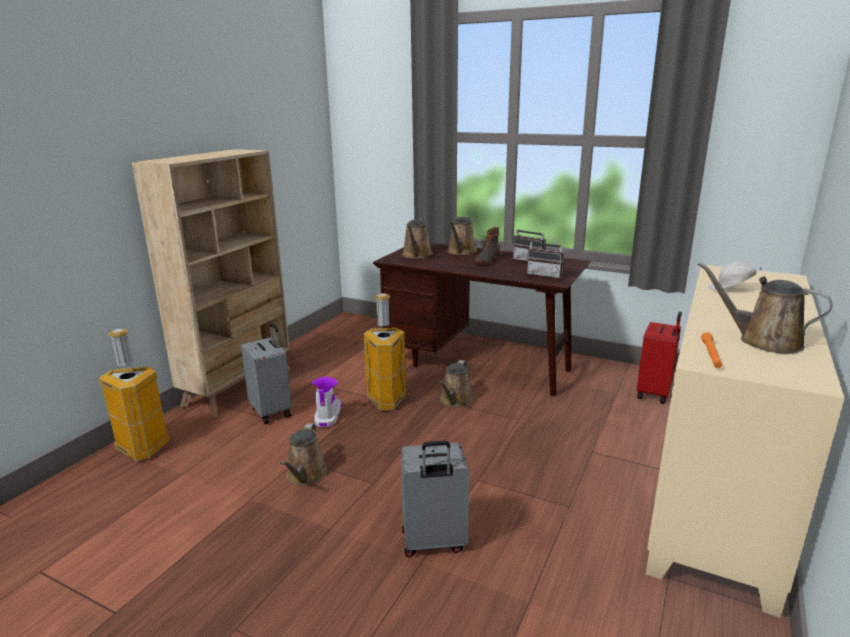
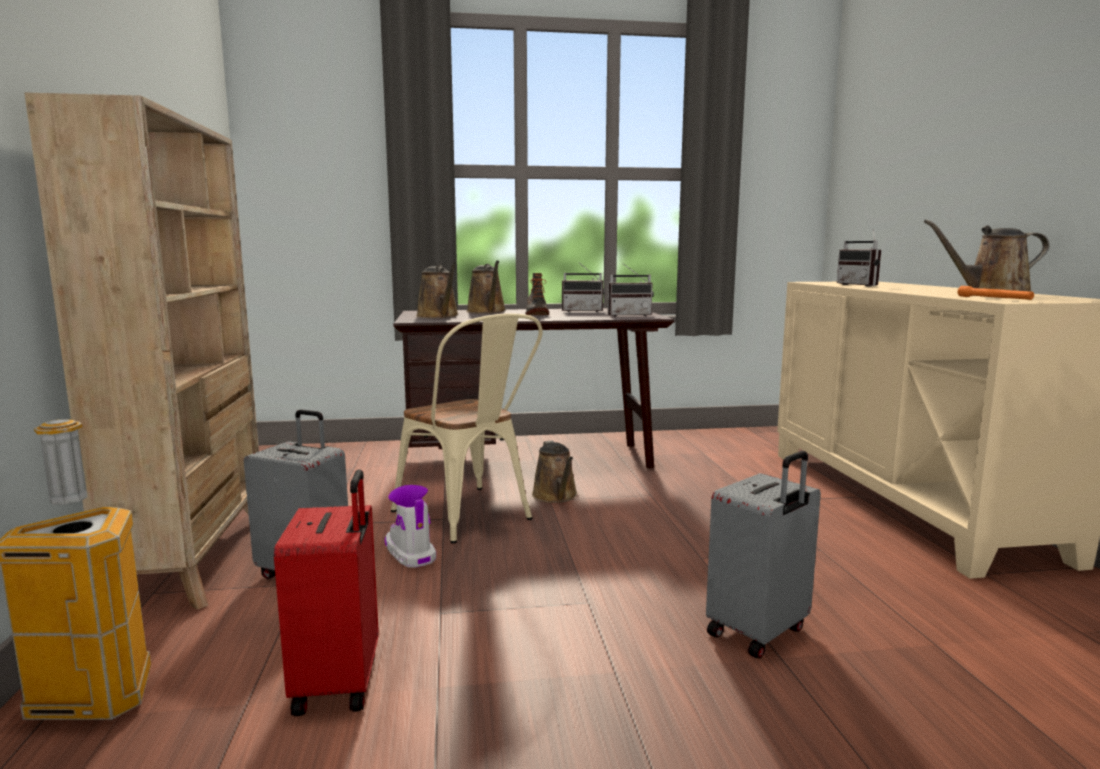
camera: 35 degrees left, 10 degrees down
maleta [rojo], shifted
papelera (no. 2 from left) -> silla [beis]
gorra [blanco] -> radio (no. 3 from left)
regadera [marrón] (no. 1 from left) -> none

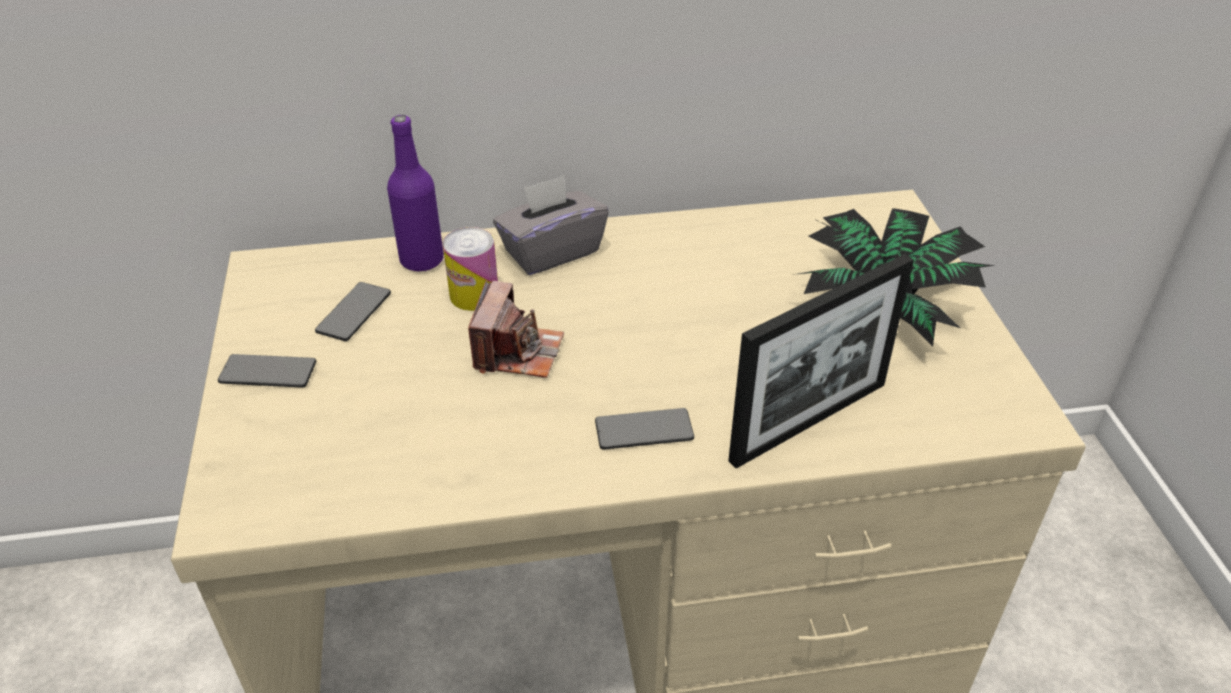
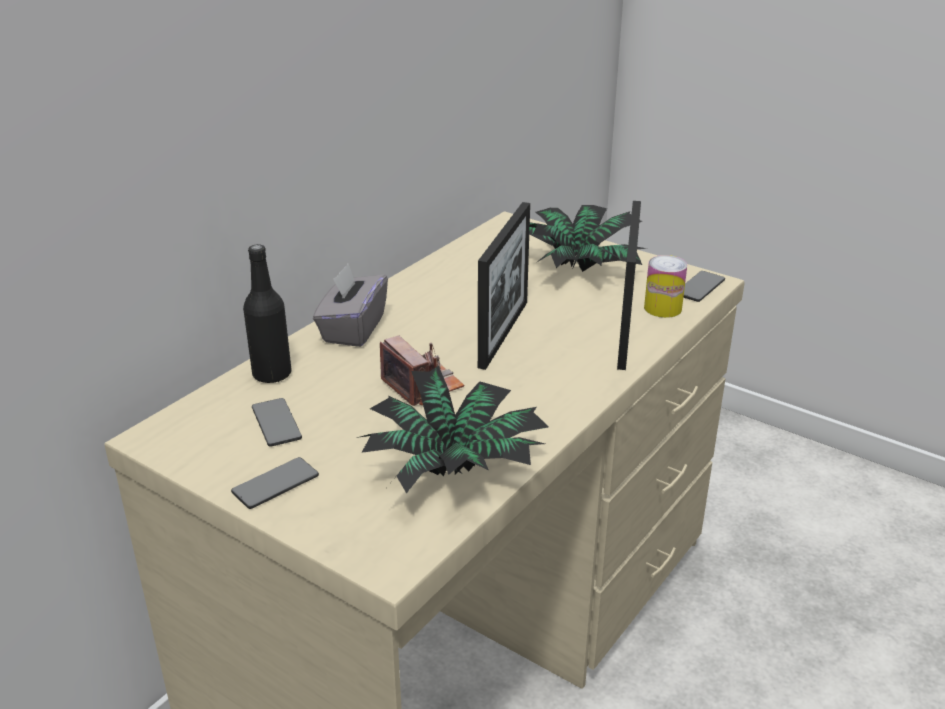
camera: 45 degrees left, 10 degrees down
botella [morado] -> botella [negro]
none -> planta en maceta (no. 1 from left)
none -> portarretratos (no. 1 from left)
lata, shifted
móvil (no. 3 from left), shifted

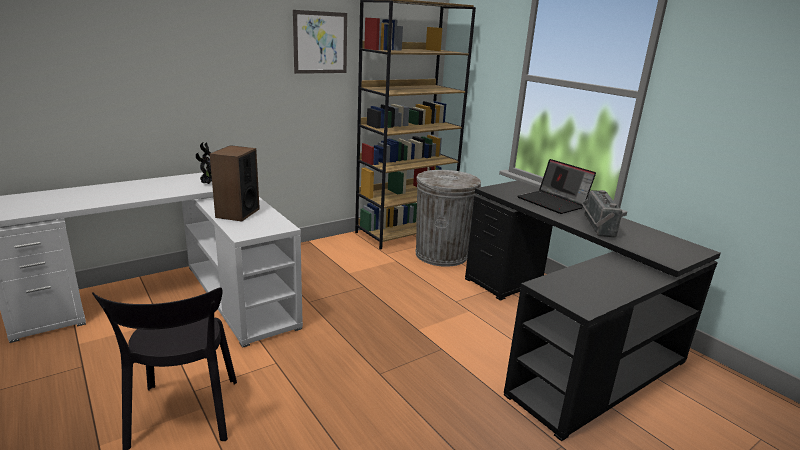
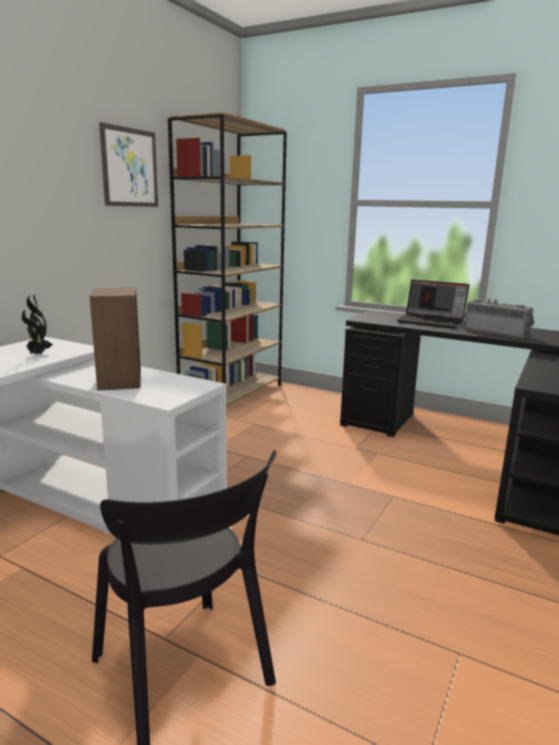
camera: 25 degrees left, 5 degrees down
radio, 150 degrees clockwise
papelera [gris] -> none

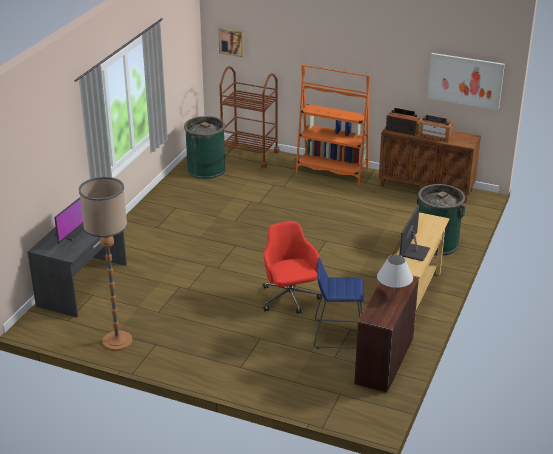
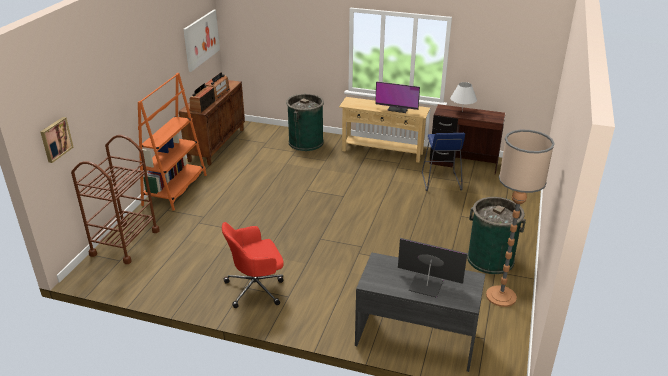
camera: 95 degrees left, 0 degrees up
silla de oficina [rojo], shifted
papelera [verde] (no. 1 from left in the first image) -> papelera [verde] (no. 2 from left), shifted

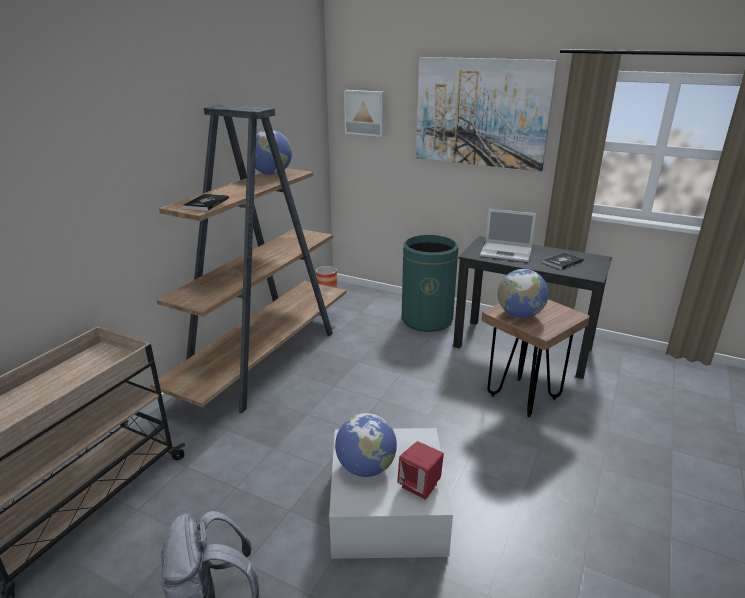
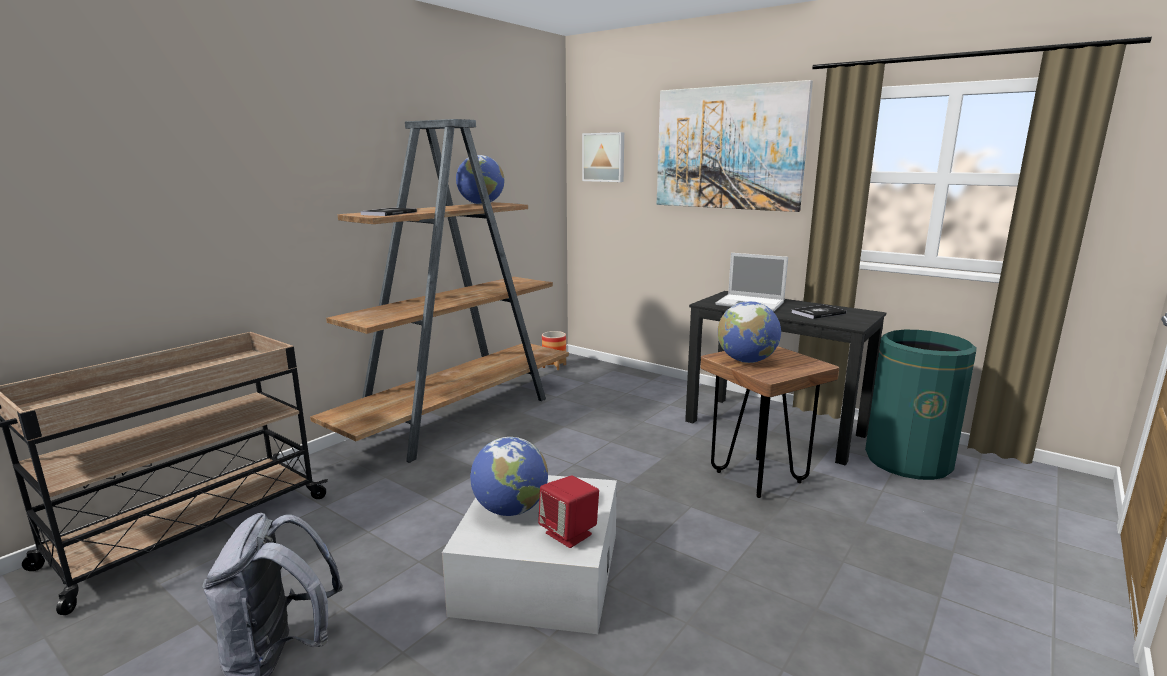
camera: 10 degrees right, 10 degrees down
papelera [verde], shifted

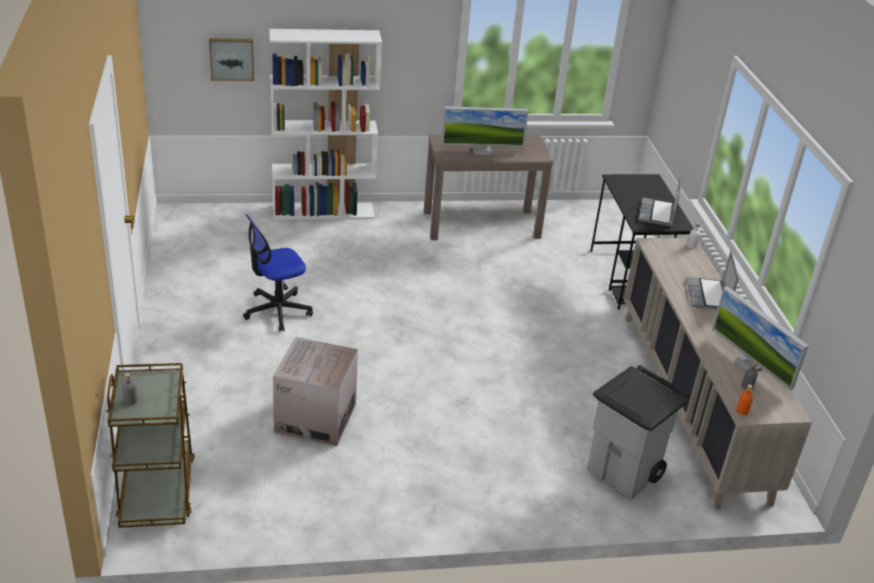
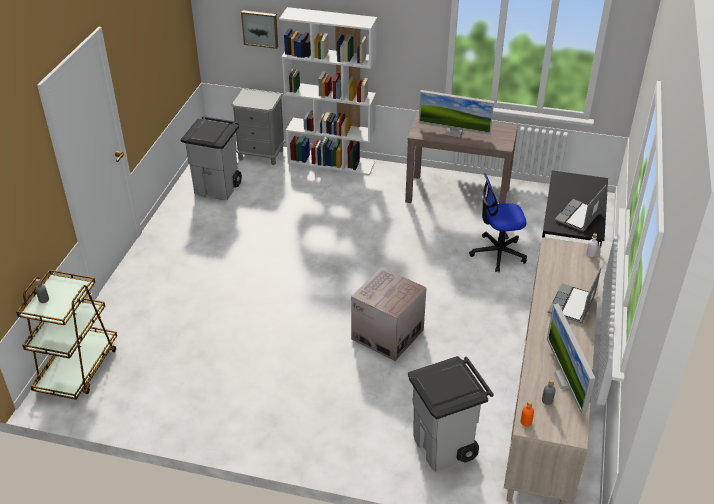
camera: 25 degrees right, 5 degrees up
none -> papelera [gris] (no. 1 from left)
none -> mesita de noche [gris]
caja de cartón, shifted
silla de oficina, shifted

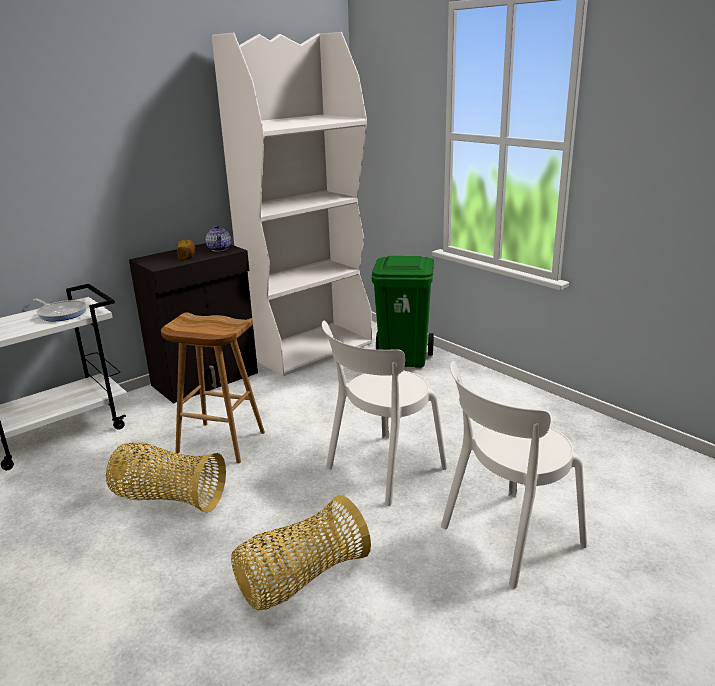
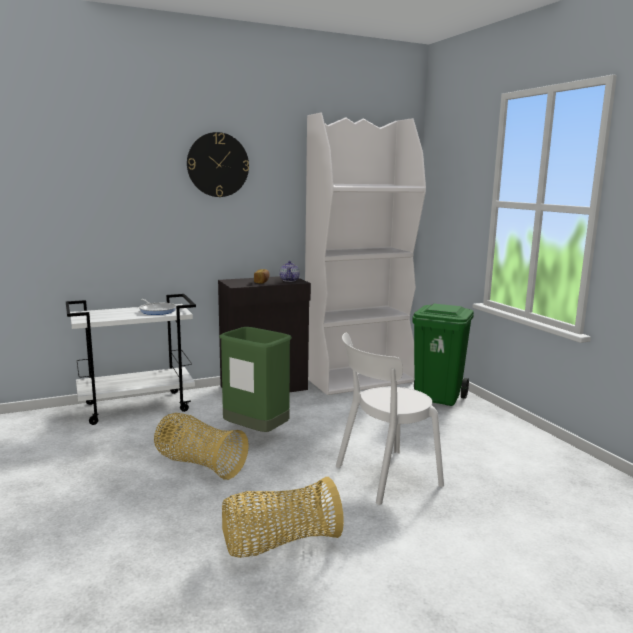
camera: 15 degrees right, 10 degrees down
none -> reloj de pared
taburete [marrón] -> papelera [verde] (no. 1 from left)
silla [blanco] (no. 2 from left) -> none

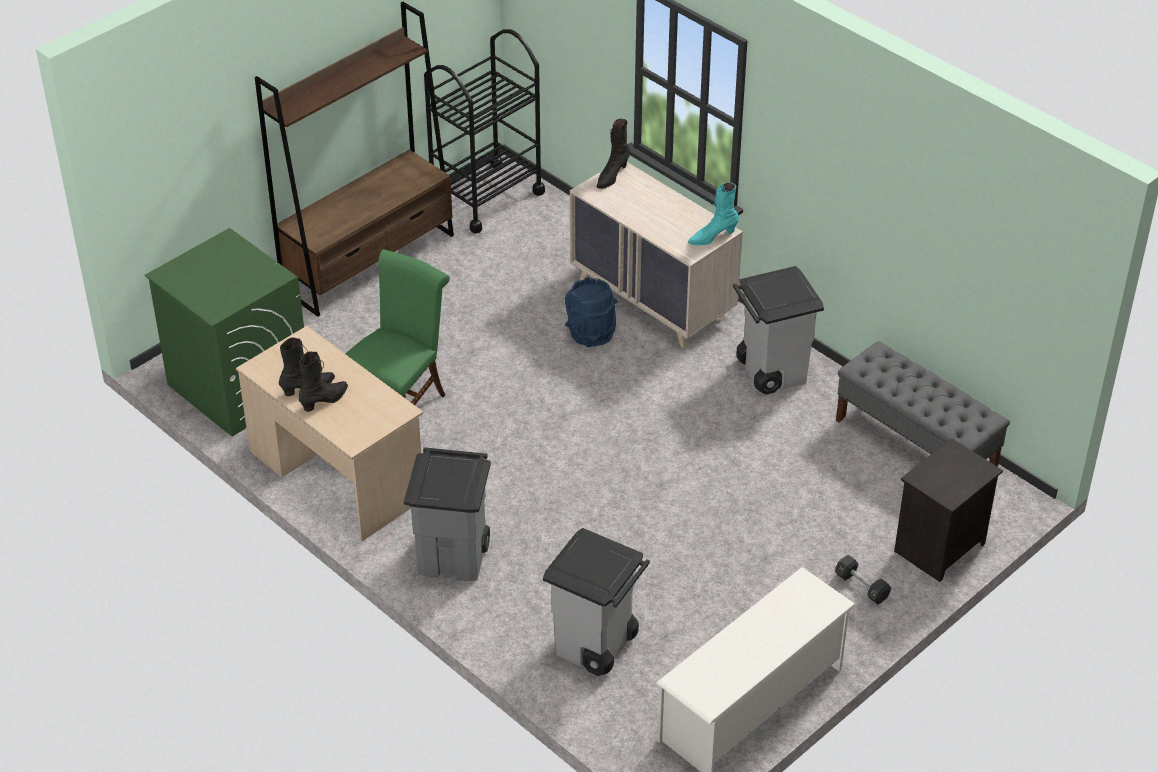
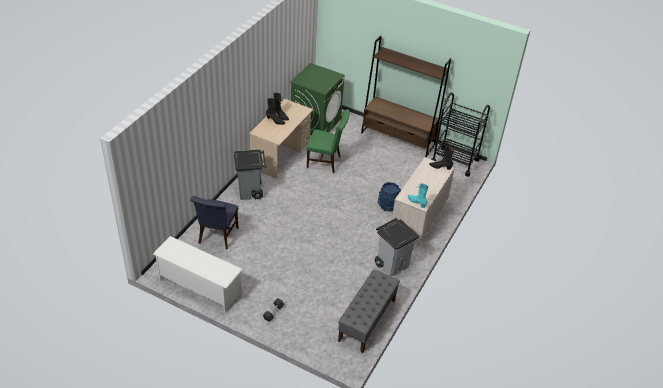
camera: 70 degrees right, 0 degrees up
papelera [gris] (no. 2 from left) -> silla [azul]
mesita de noche [negro] -> none

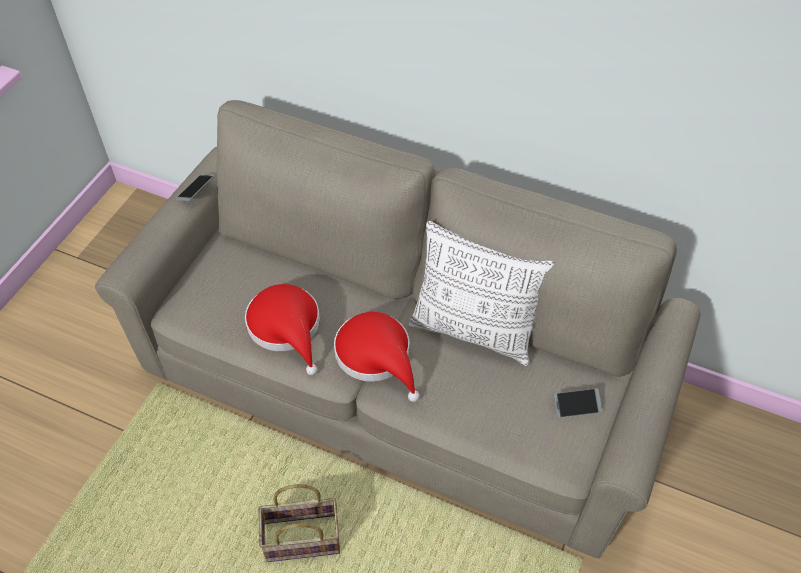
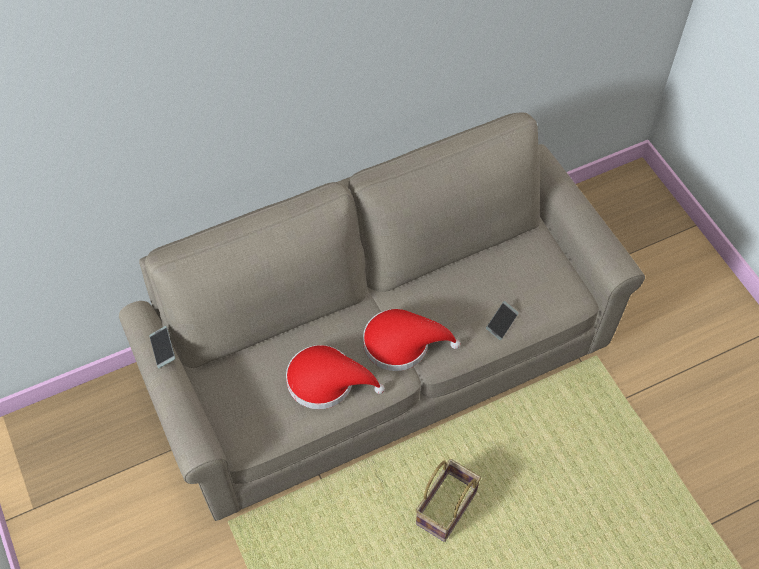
camera: 50 degrees left, 5 degrees up
móvil (no. 2 from left), shifted
cojín -> none

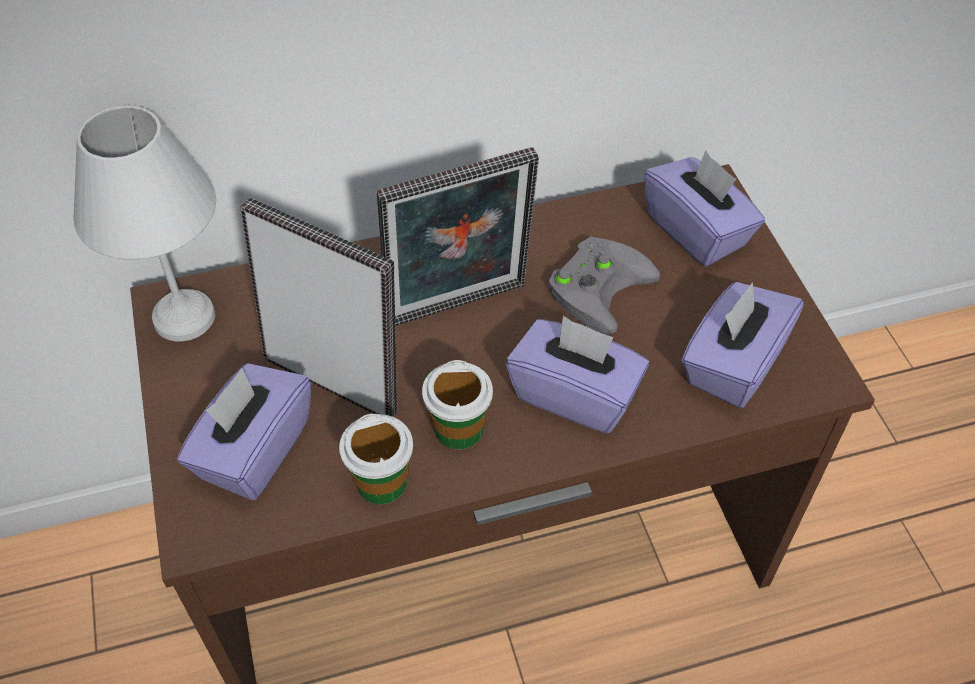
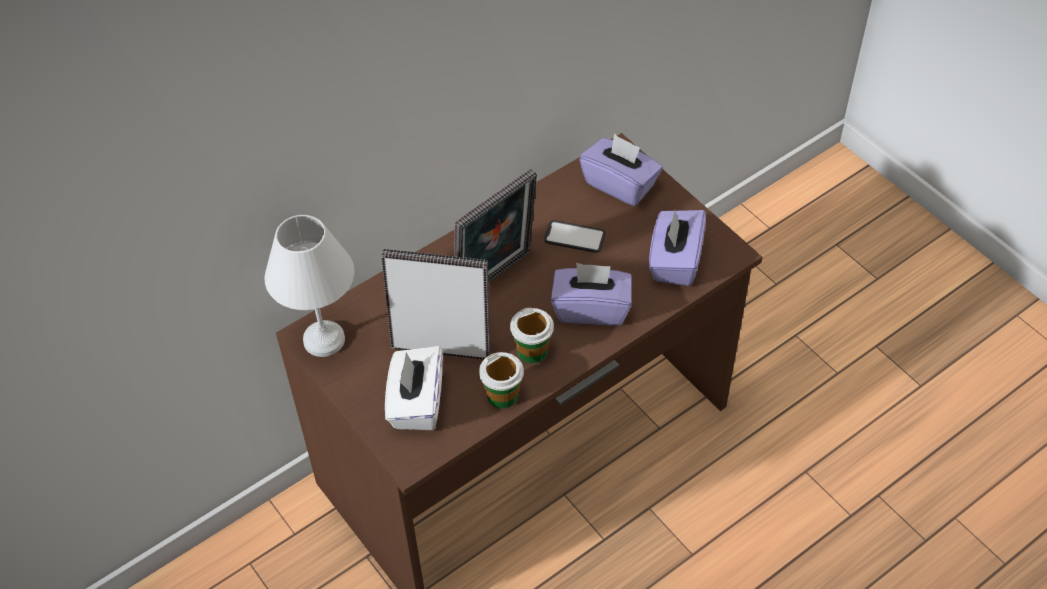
camera: 20 degrees left, 0 degrees up
caja de pañuelos [morado] (no. 1 from left) -> caja de pañuelos [blanco]
mando de consola [gris] -> móvil

